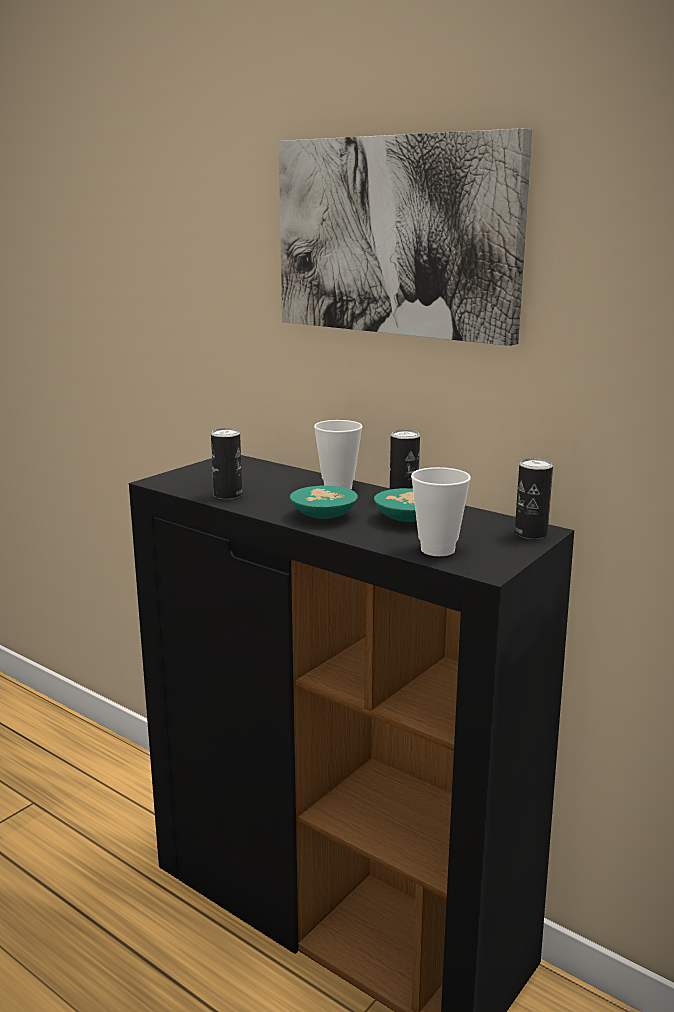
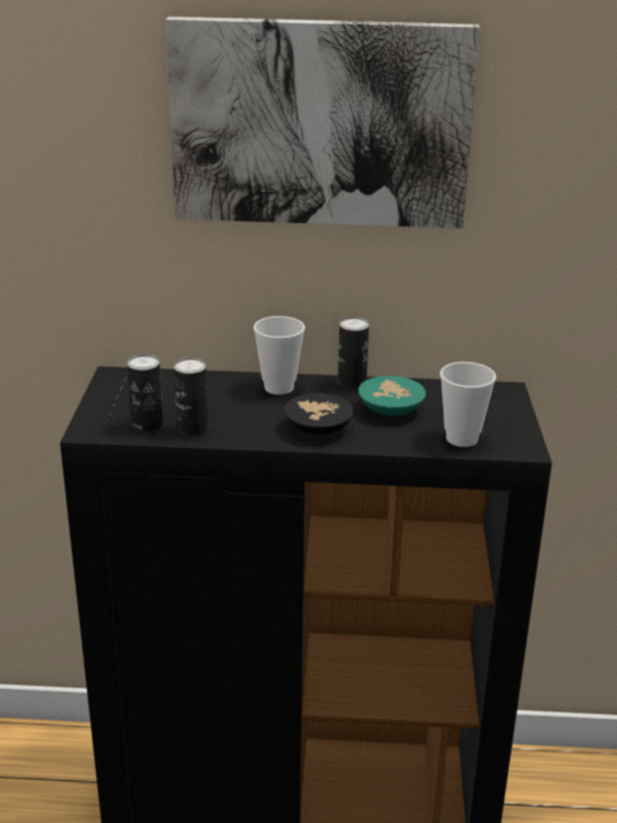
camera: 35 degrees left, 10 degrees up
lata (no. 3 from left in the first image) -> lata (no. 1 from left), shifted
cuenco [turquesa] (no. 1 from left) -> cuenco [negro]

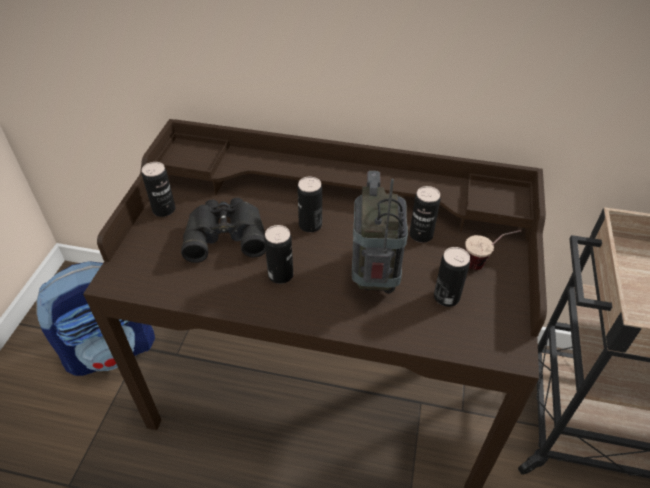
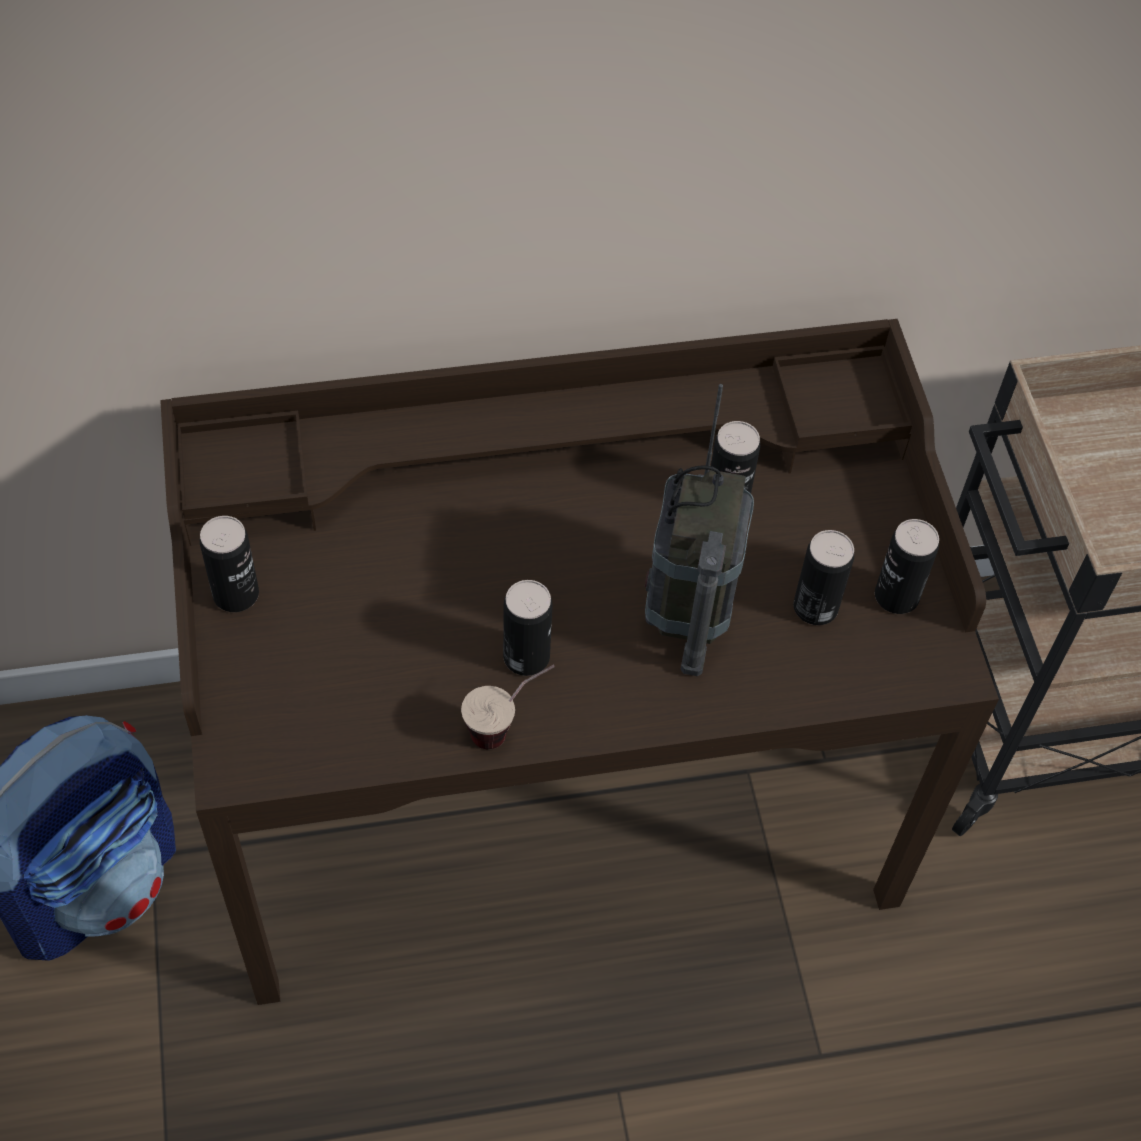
camera: 25 degrees left, 10 degrees up
taza, shifted
radio, 150 degrees counterclockwise
lata (no. 3 from left in the first image) -> lata (no. 5 from left), shifted
prismáticos [negro] -> none

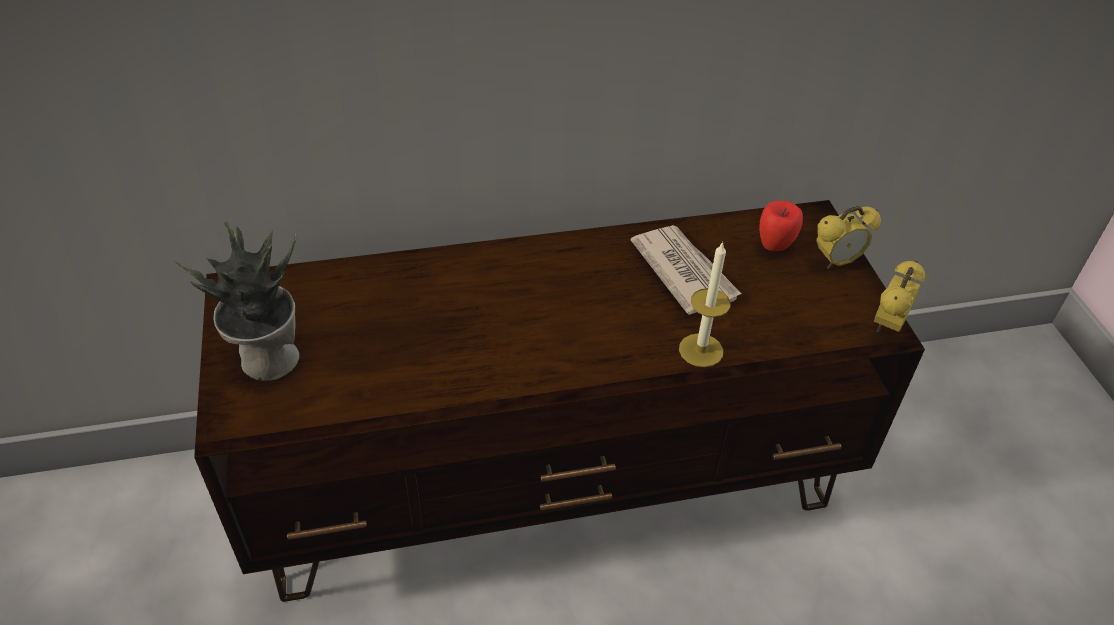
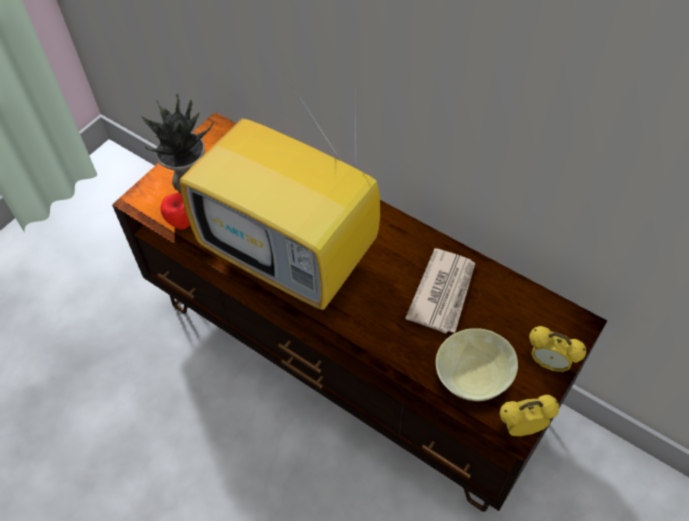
camera: 50 degrees right, 10 degrees up
manzana, shifted
none -> televisor
none -> cuenco [beis]
vela -> none

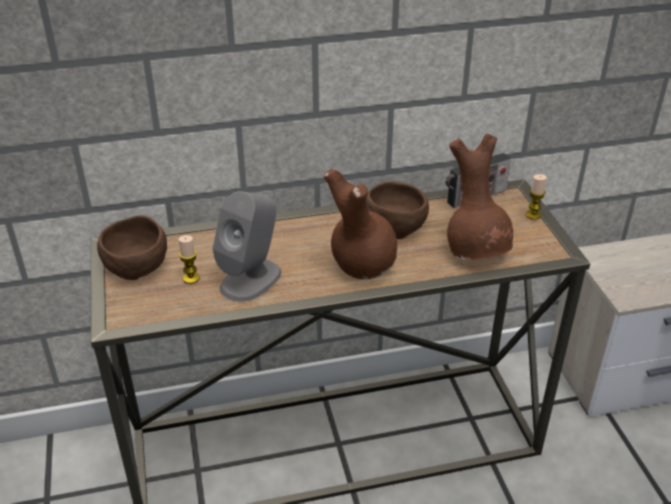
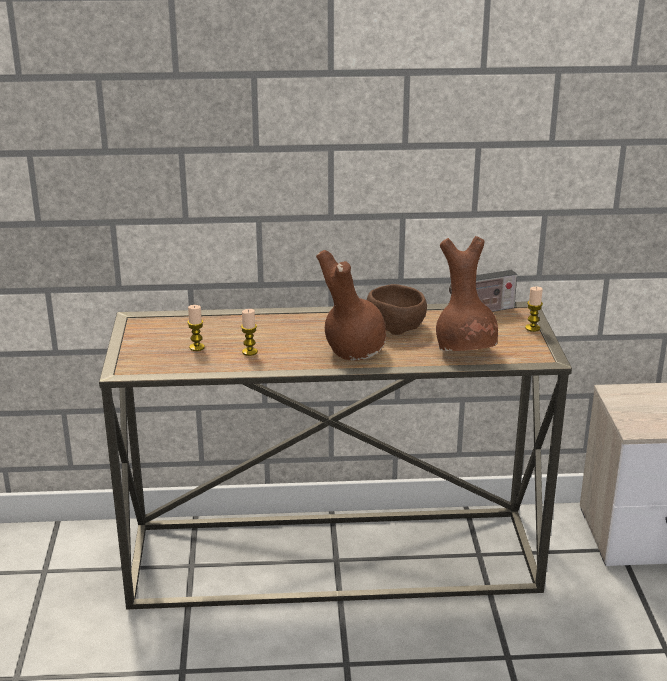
camera: 10 degrees right, 10 degrees down
altavoz [gris] -> vela (no. 2 from left)
cuenco [marrón] (no. 1 from left) -> none

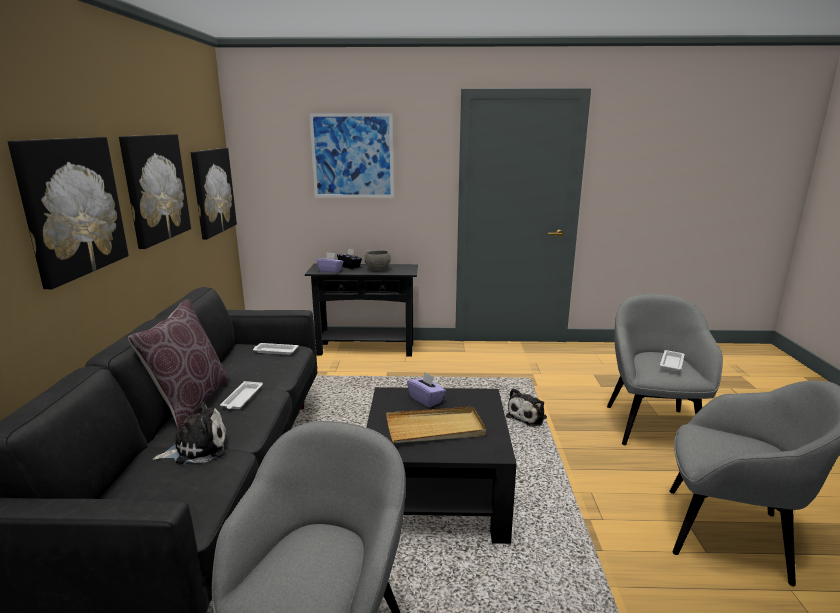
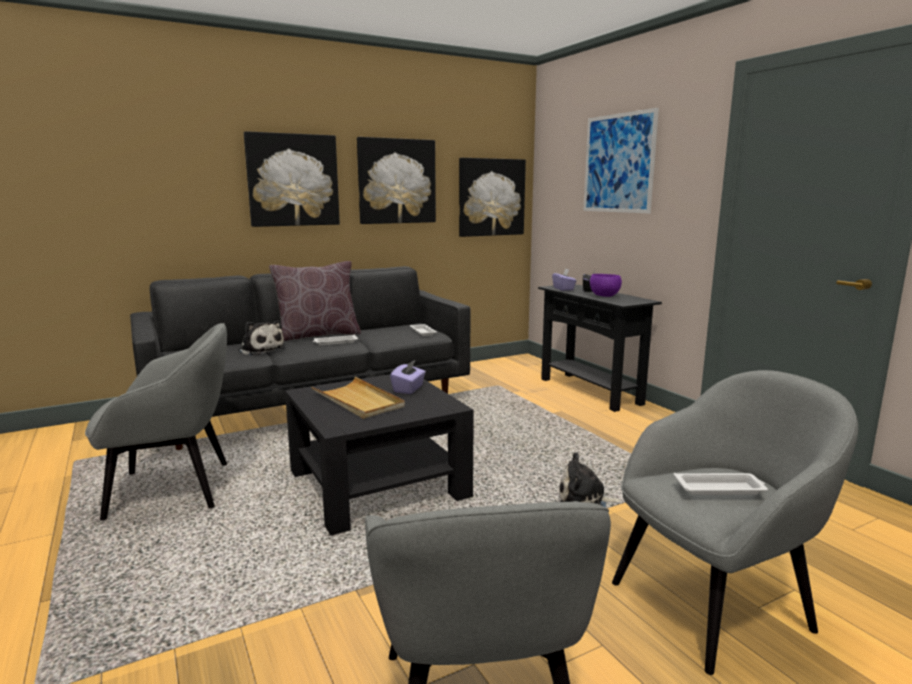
camera: 60 degrees right, 5 degrees down
cuenco [gris] -> cuenco [morado]

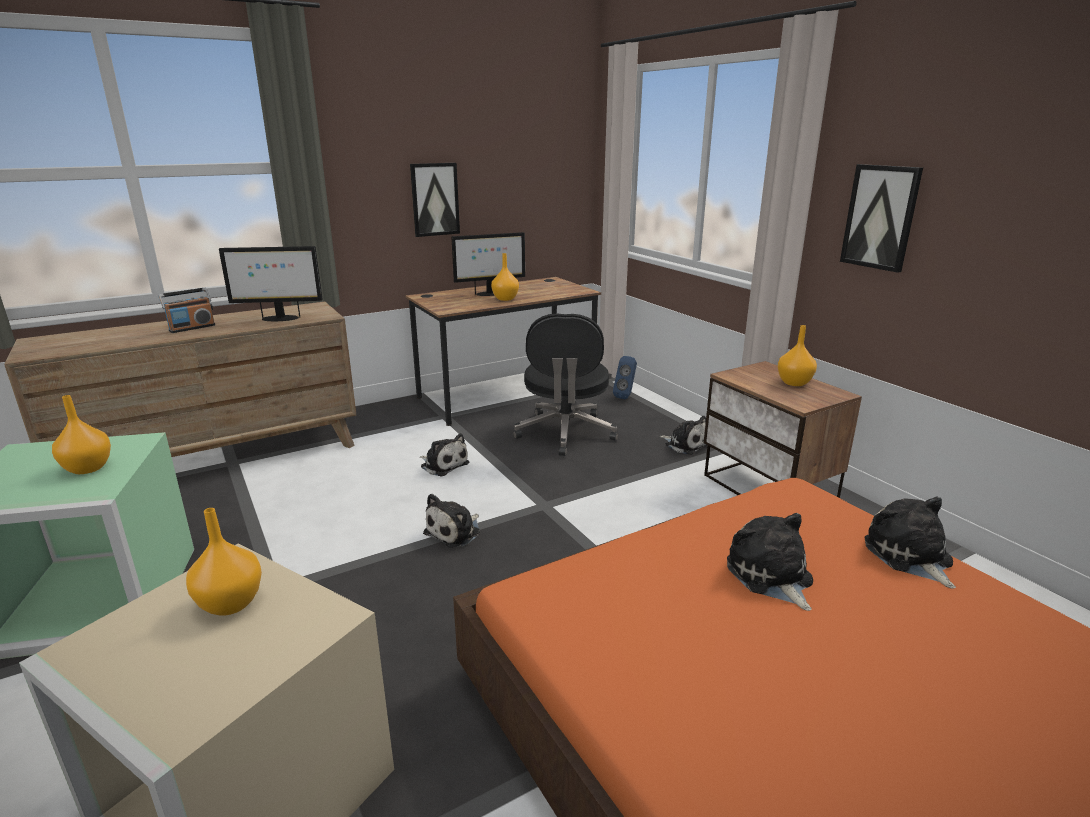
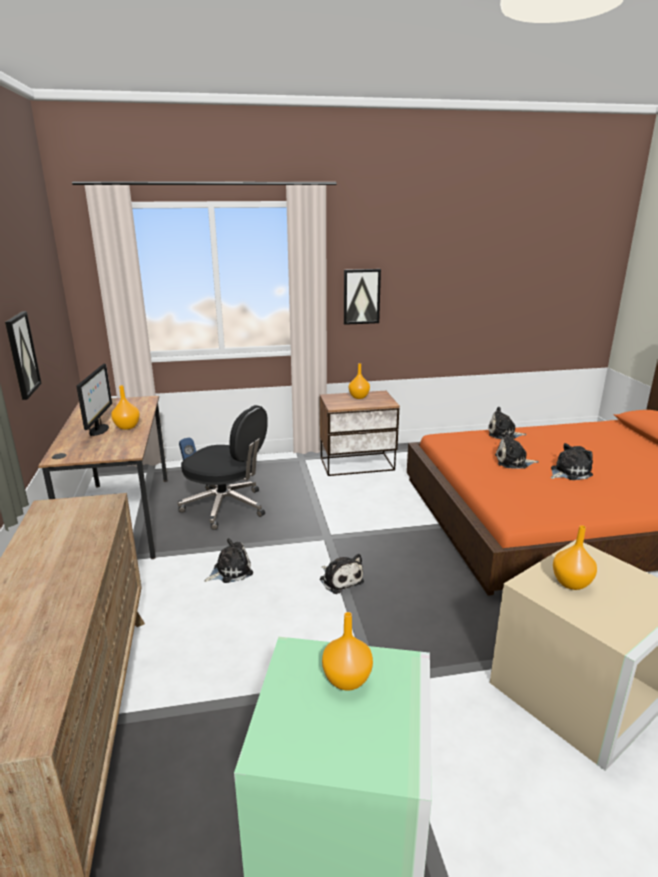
camera: 70 degrees left, 0 degrees up
peluche (no. 3 from left in the first image) -> peluche (no. 5 from left), shifted
radio -> none
monitor (no. 1 from left) -> none

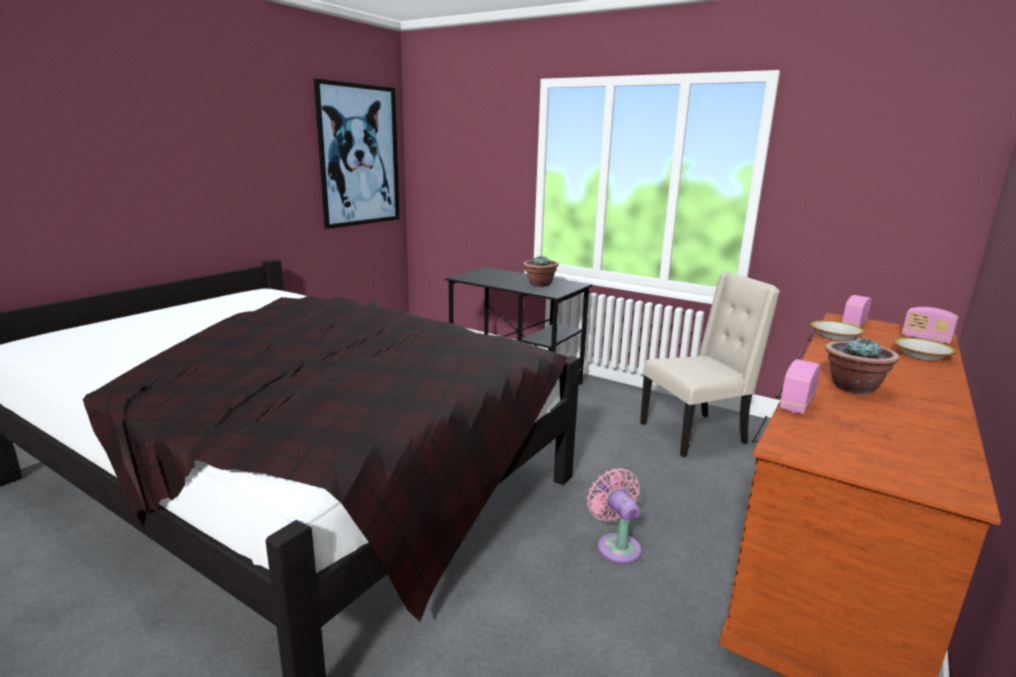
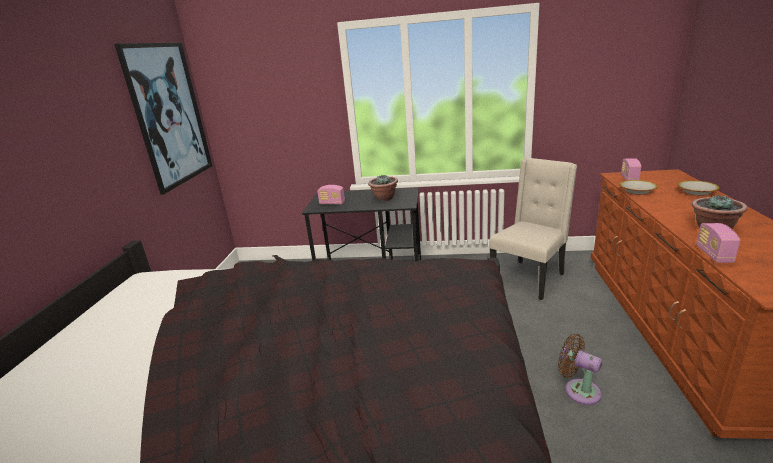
camera: 25 degrees left, 5 degrees up
radio (no. 3 from left in the first image) -> radio (no. 1 from left), shifted
ventilador [rosa] -> ventilador [marrón]

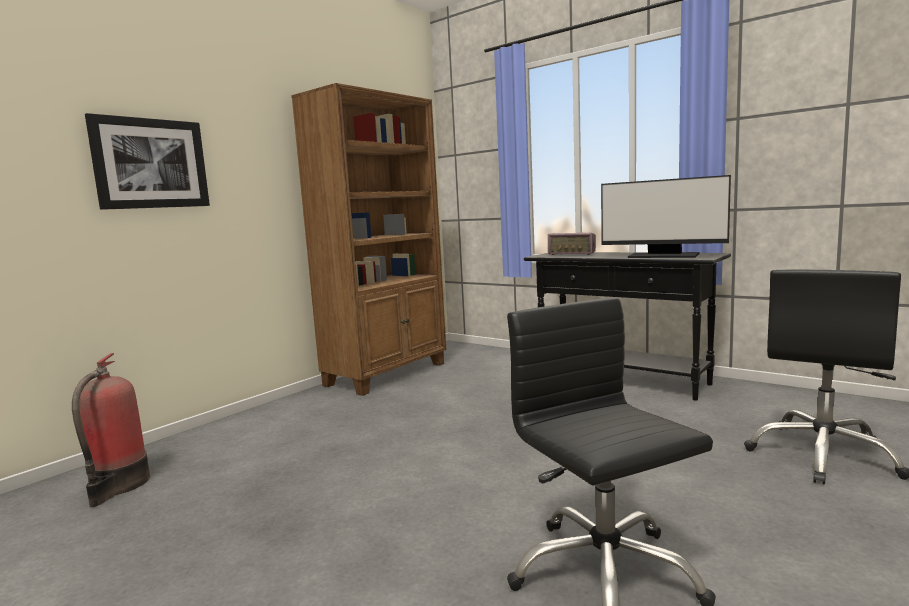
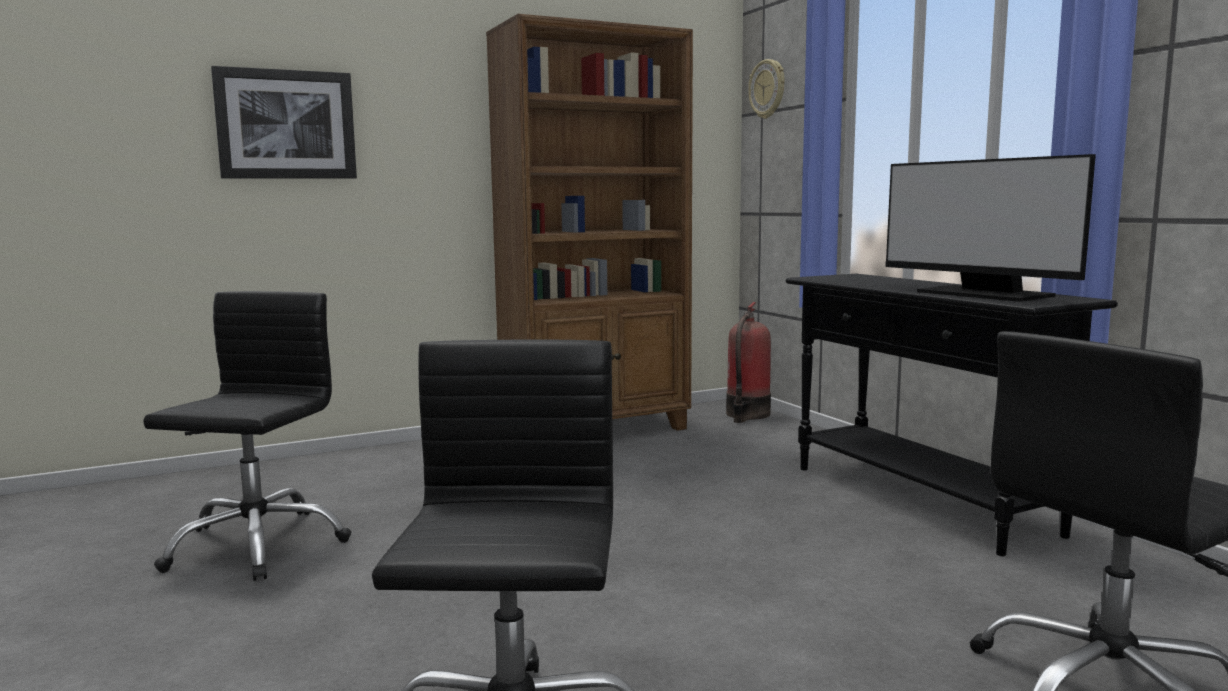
camera: 25 degrees right, 0 degrees up
none -> silla de oficina [negro] (no. 1 from left)
extintor, shifted
none -> reloj de pared
radio -> none

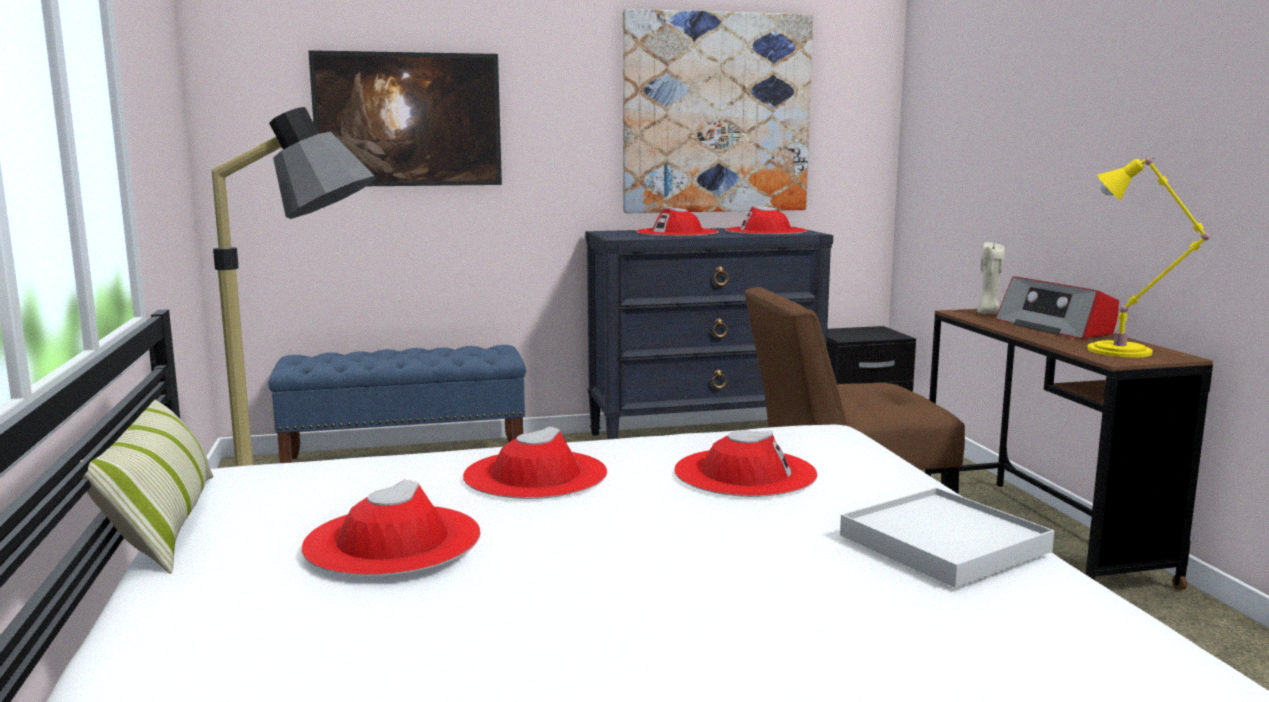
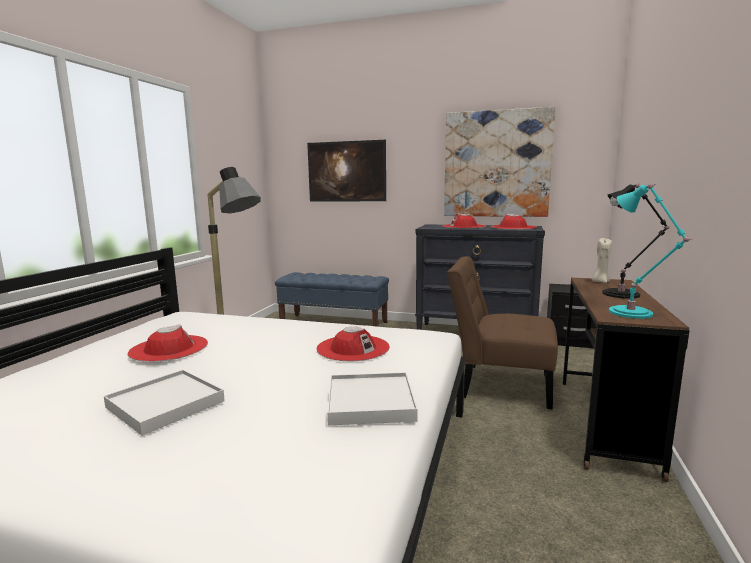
camera: 30 degrees right, 0 degrees up
none -> bandeja [blanco] (no. 1 from left)
radio -> lámpara de mesa [negro]
lámpara de mesa [amarillo] -> lámpara de mesa [turquesa]
cojín -> none
sombrero [rojo] (no. 2 from left) -> none

